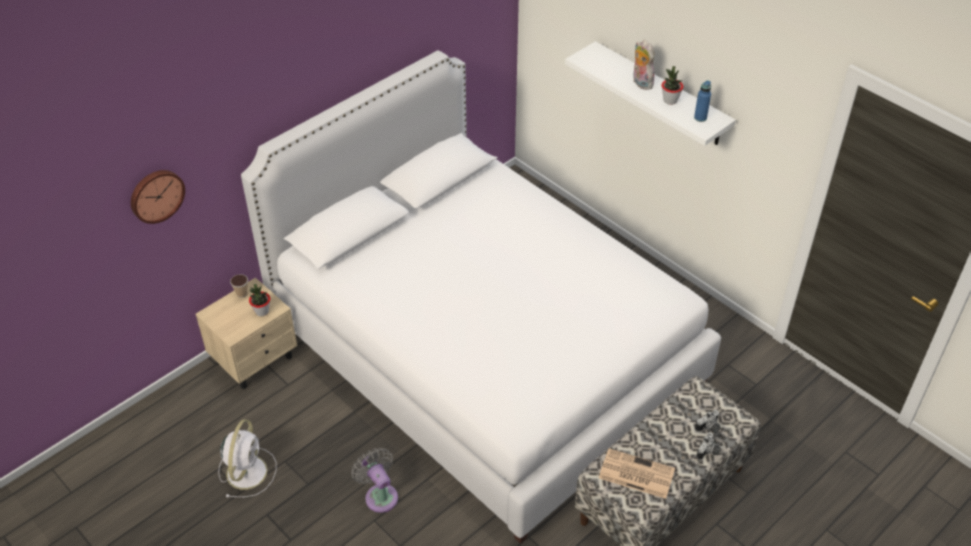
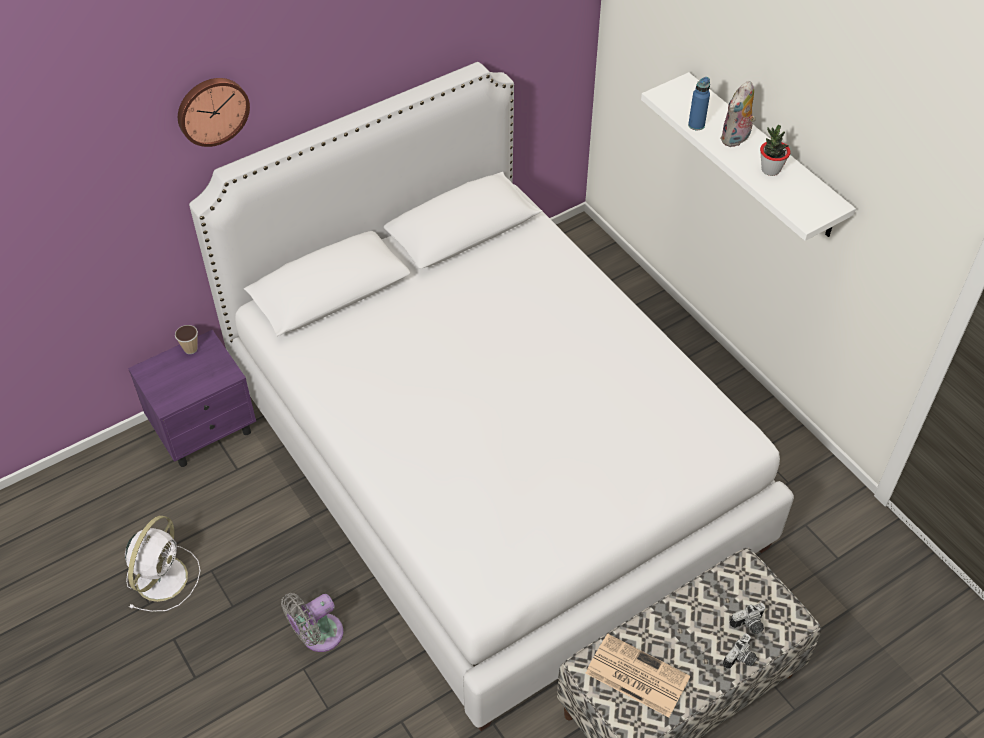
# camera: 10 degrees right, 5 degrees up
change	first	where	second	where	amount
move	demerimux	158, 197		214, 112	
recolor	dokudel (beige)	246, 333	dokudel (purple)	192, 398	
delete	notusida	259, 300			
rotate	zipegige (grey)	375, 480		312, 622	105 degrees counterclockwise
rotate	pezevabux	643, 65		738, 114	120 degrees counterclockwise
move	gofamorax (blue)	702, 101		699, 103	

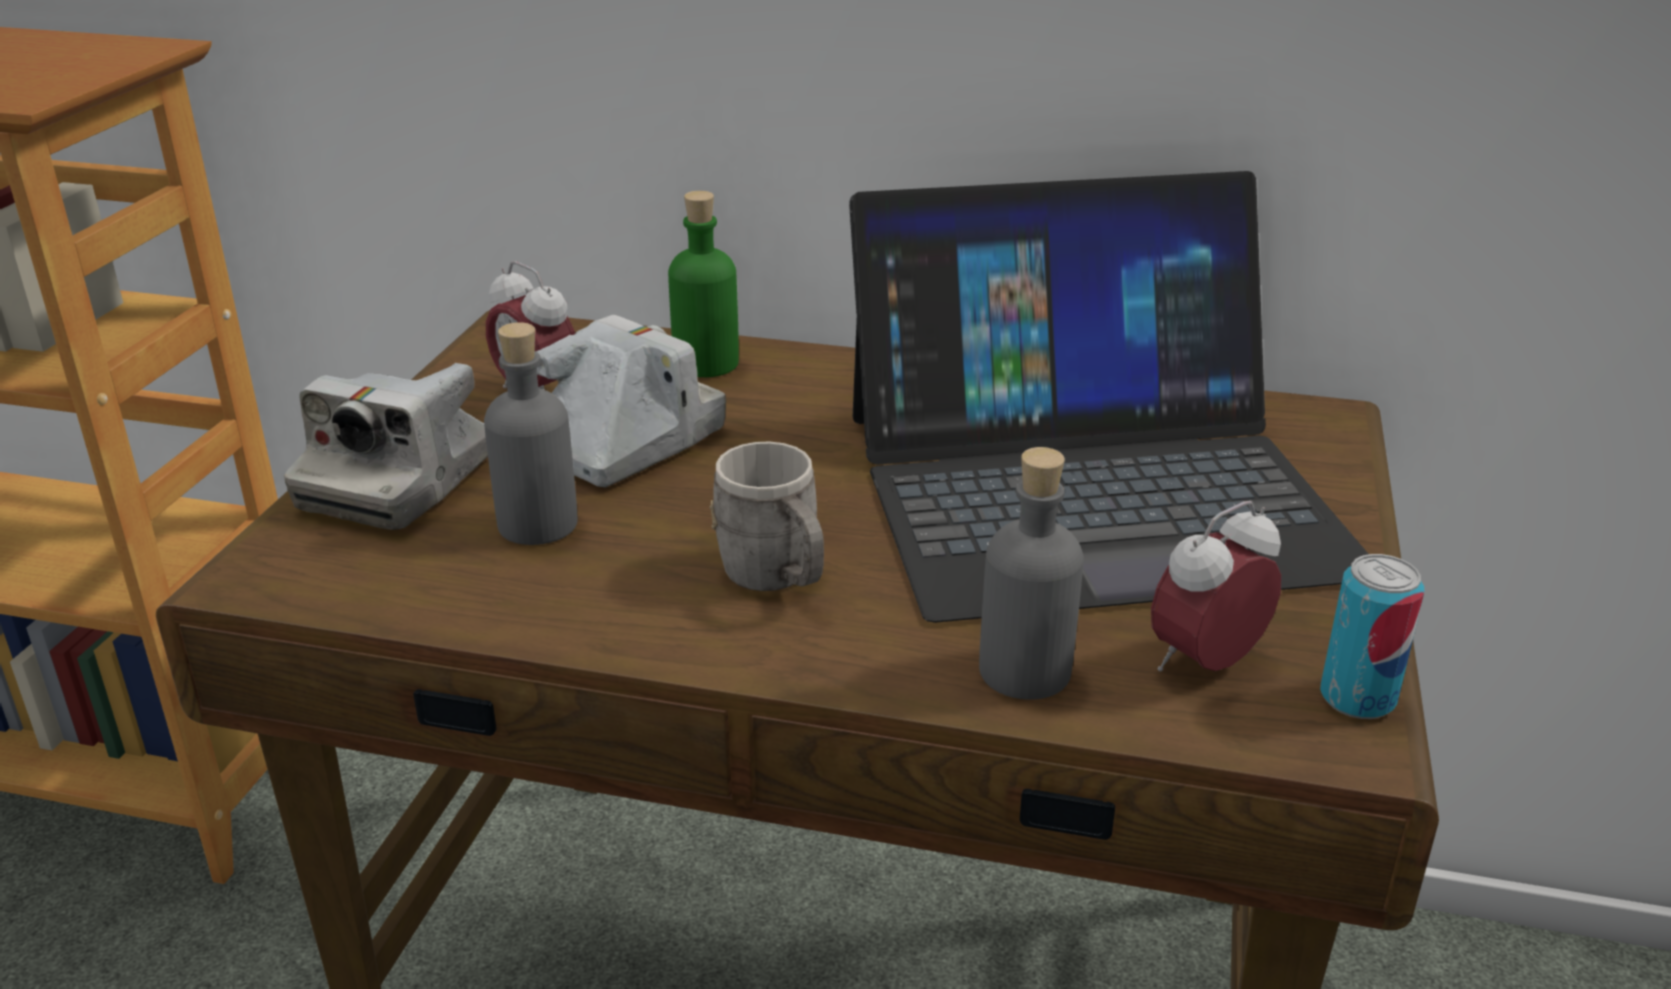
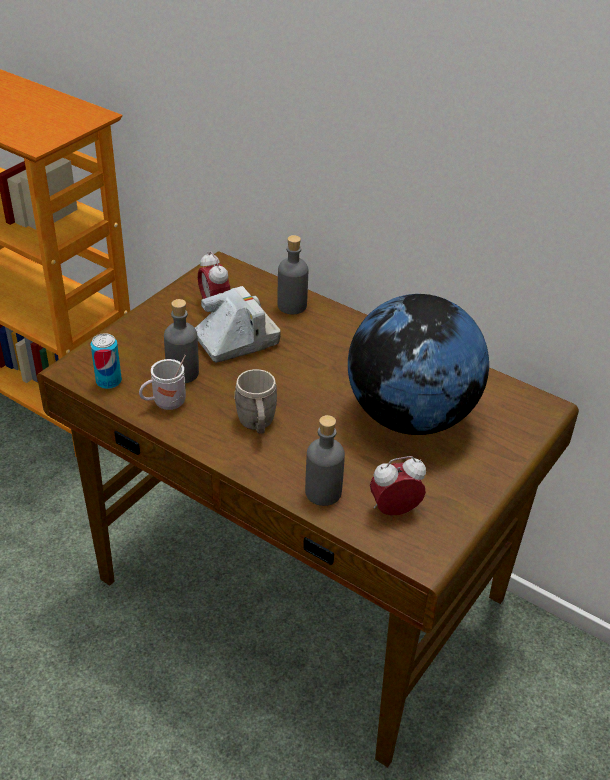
# camera: 20 degrees right, 10 degrees up
change	first	where	second	where	amount
delete	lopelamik	386, 446			
recolor	gofamorax (green)	703, 284	gofamorax (grey)	292, 274	
replace	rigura	1108, 397	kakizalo	418, 364	
move	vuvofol	1372, 636		106, 361	
insert			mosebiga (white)	162, 382	

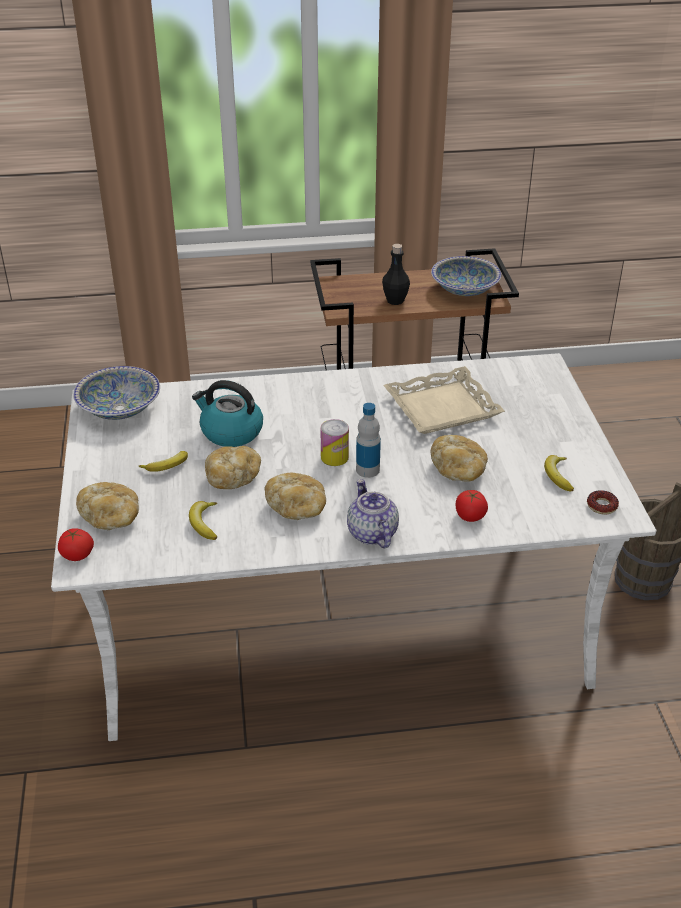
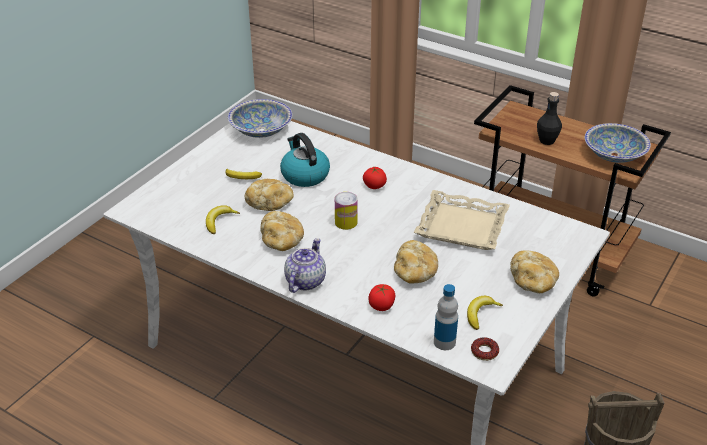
# camera: 40 degrees right, 0 degrees up
change	first	where	second	where	amount
move	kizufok	76, 544		375, 178	
move	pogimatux	107, 506		534, 271	
move	gofamorax	368, 440		446, 317	

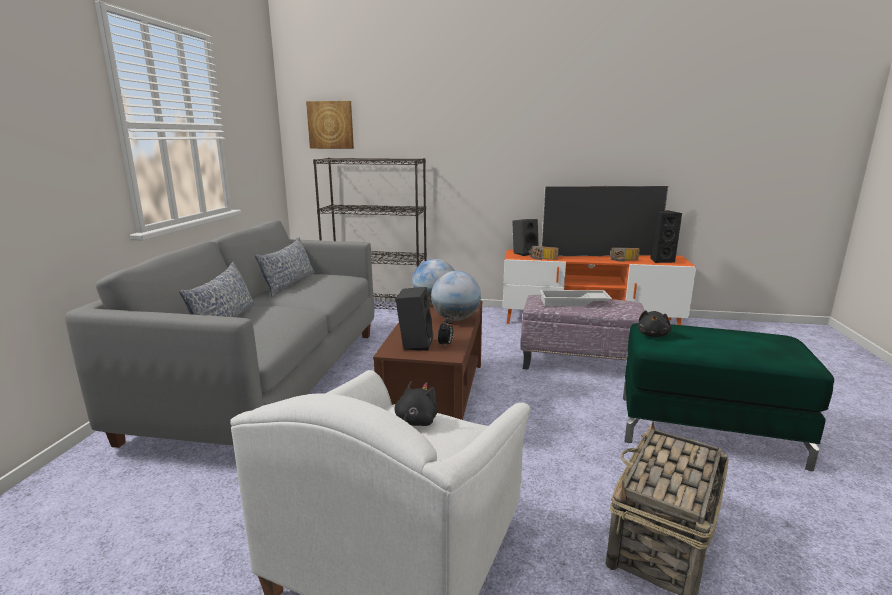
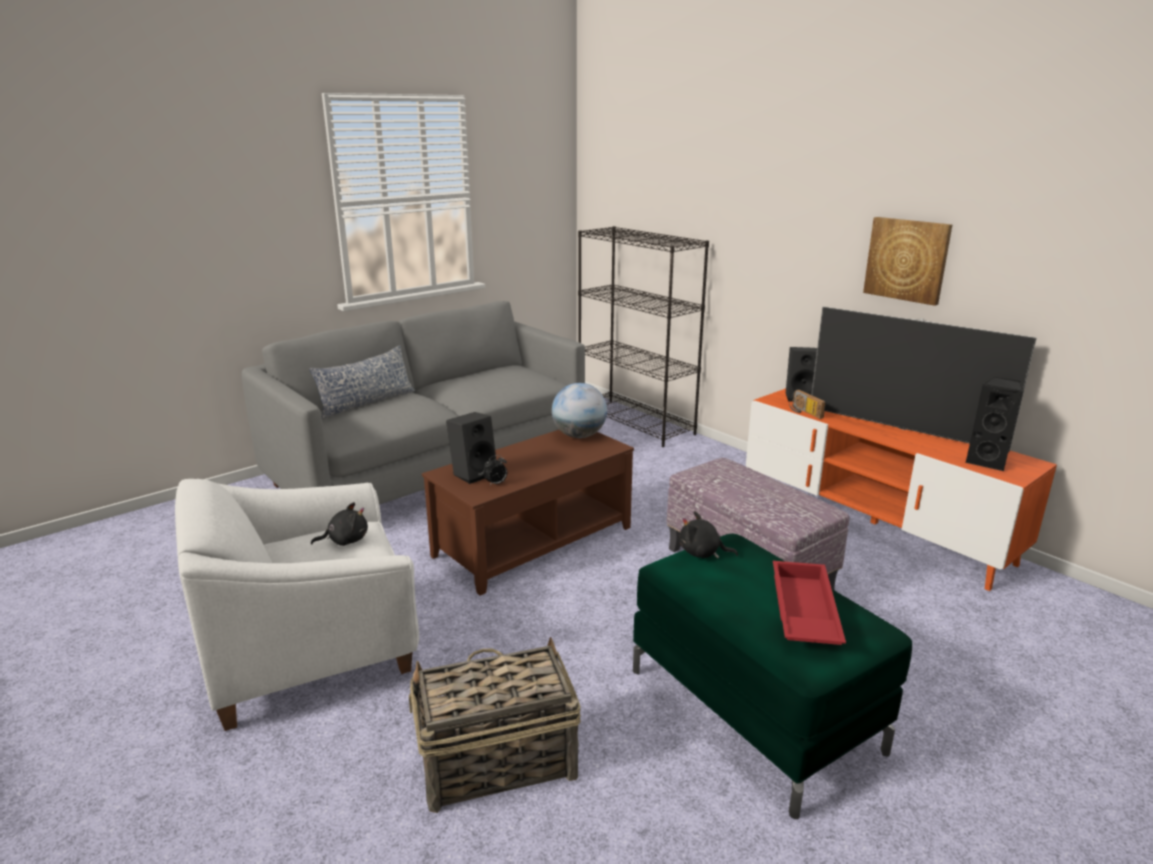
# camera: 40 degrees right, 5 degrees up
change	first	where	second	where	amount
delete	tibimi	285, 267			
move	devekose	330, 125		907, 261	
delete	kakizalo	456, 296			
delete	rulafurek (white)	576, 298			
delete	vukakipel	625, 255			
rotate	pezevabux (black)	654, 323		708, 535	45 degrees clockwise
insert			rulafurek (red)	809, 603	

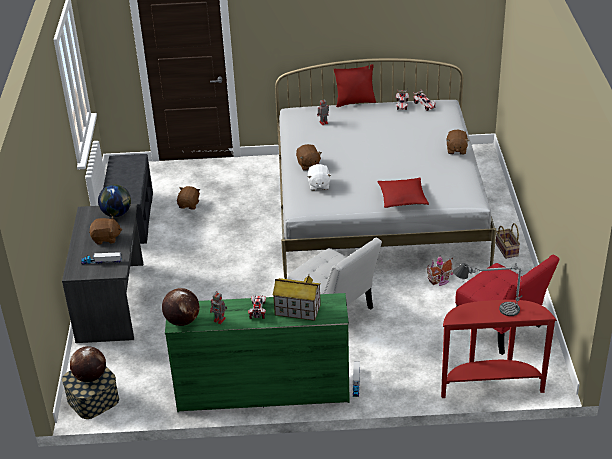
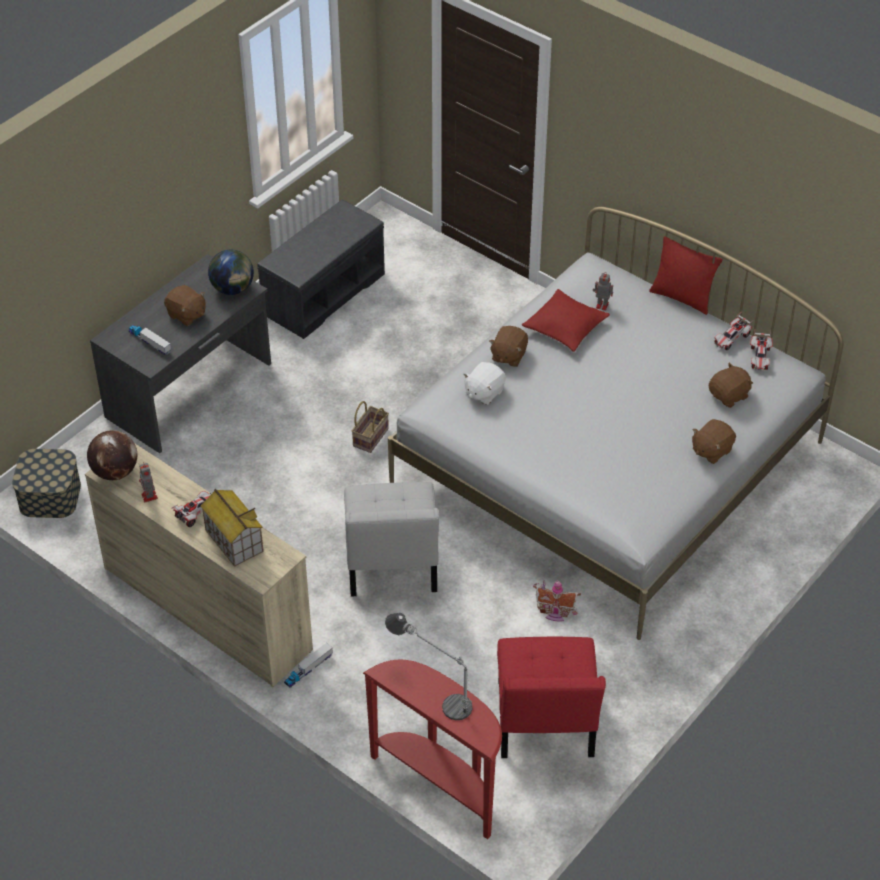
# camera: 40 degrees right, 10 degrees up
change	first	where	second	where	amount
delete	kakizalo	88, 364			
recolor	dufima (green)	257, 352	dufima (beige)	199, 565	
move	pezevabux (brown)	188, 198		731, 385	
move	tibimi (red)	403, 192		566, 320	
move	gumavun	508, 241		370, 427	

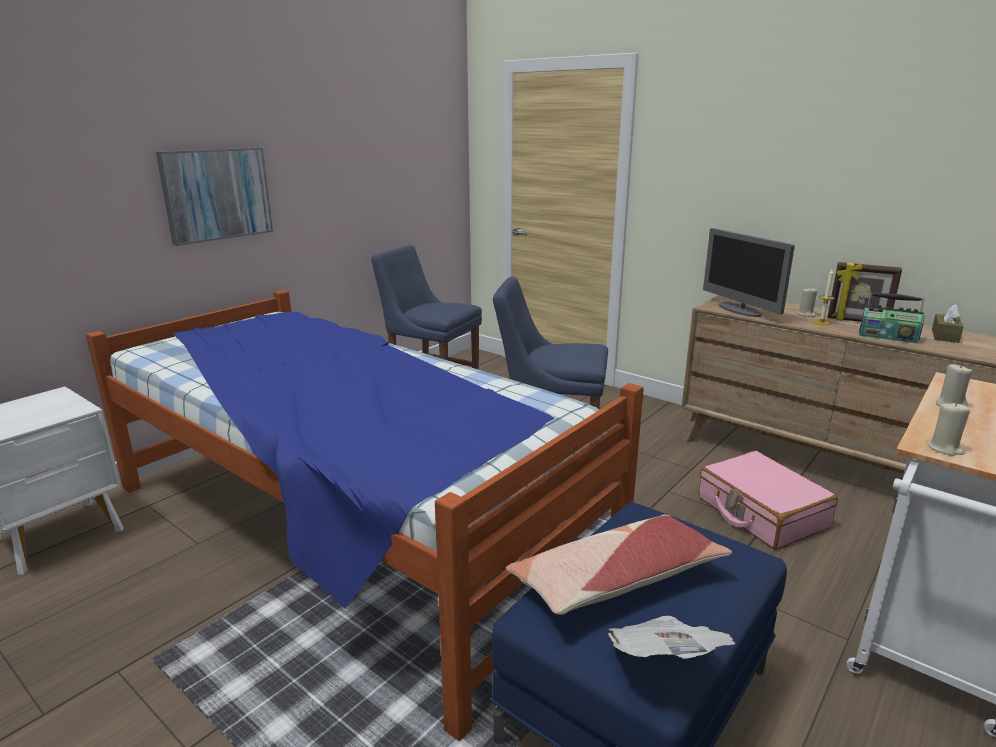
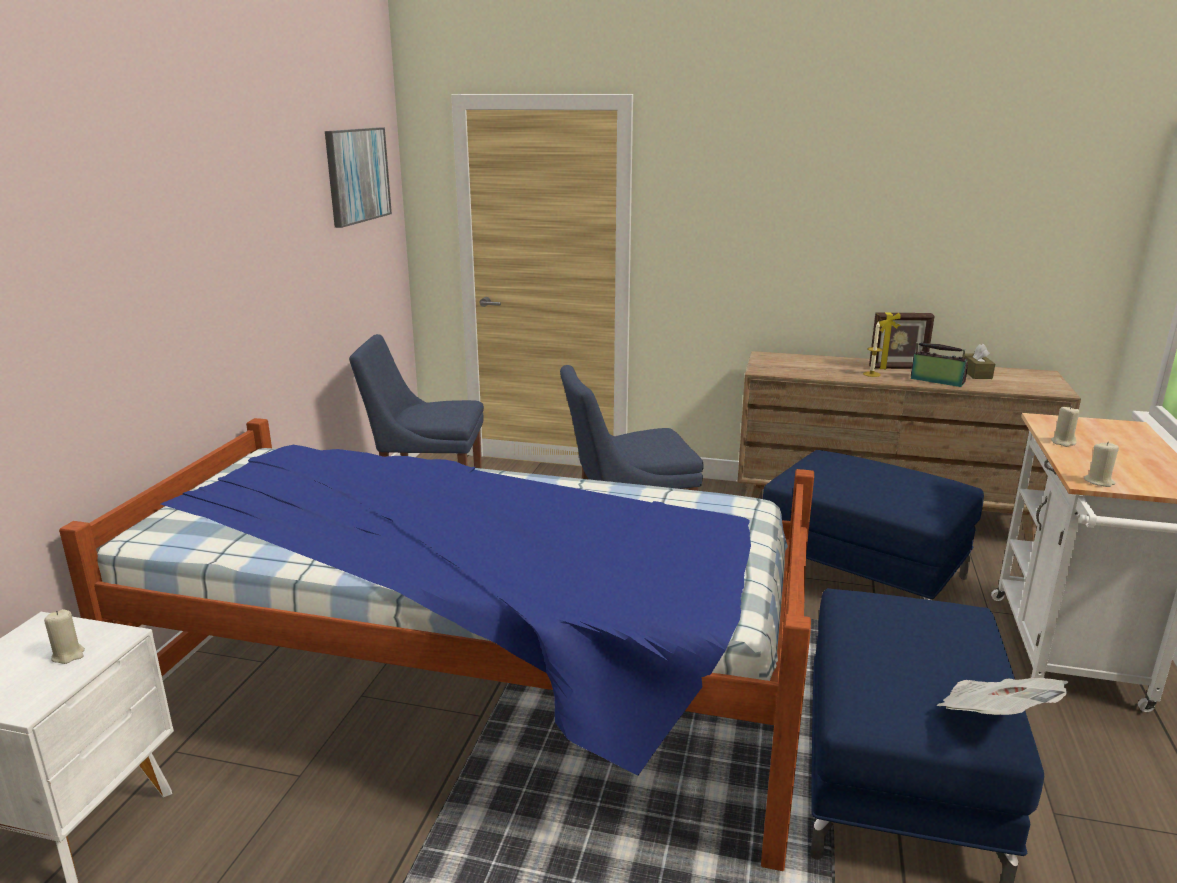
# camera: 25 degrees left, 0 degrees up
change	first	where	second	where	amount
move	devekose	214, 196		358, 177	
delete	tibimi	619, 565			
replace	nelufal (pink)	768, 500	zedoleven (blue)	873, 525	
delete	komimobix	749, 272			
move	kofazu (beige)	807, 302		64, 636	
rotate	vukakipel	892, 318		939, 364	150 degrees counterclockwise

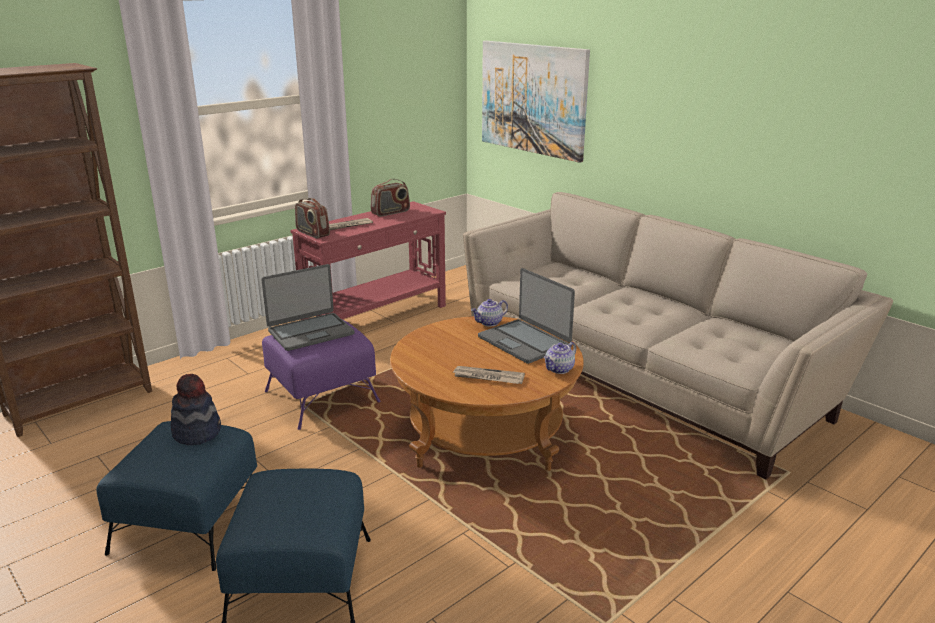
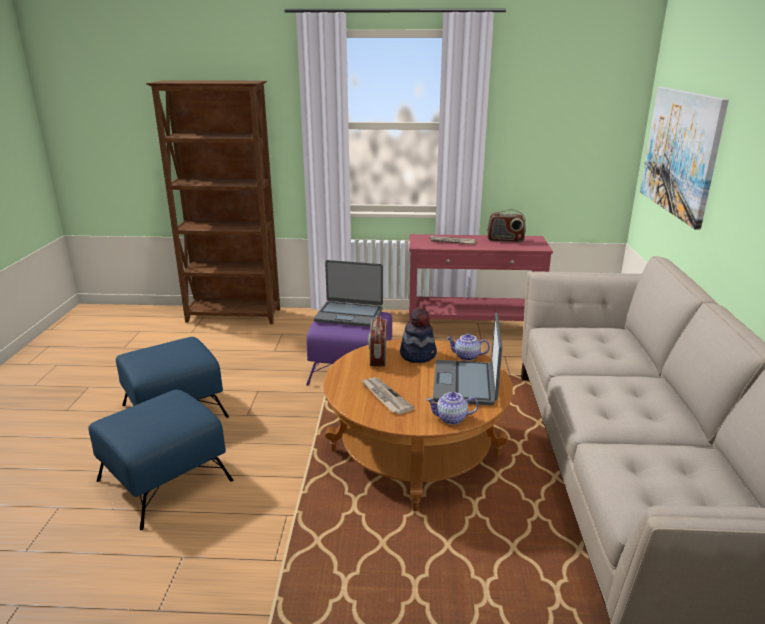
# camera: 45 degrees right, 0 degrees up
change	first	where	second	where	amount
move	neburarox	196, 409		418, 335	
move	vukakipel	312, 218		378, 341	

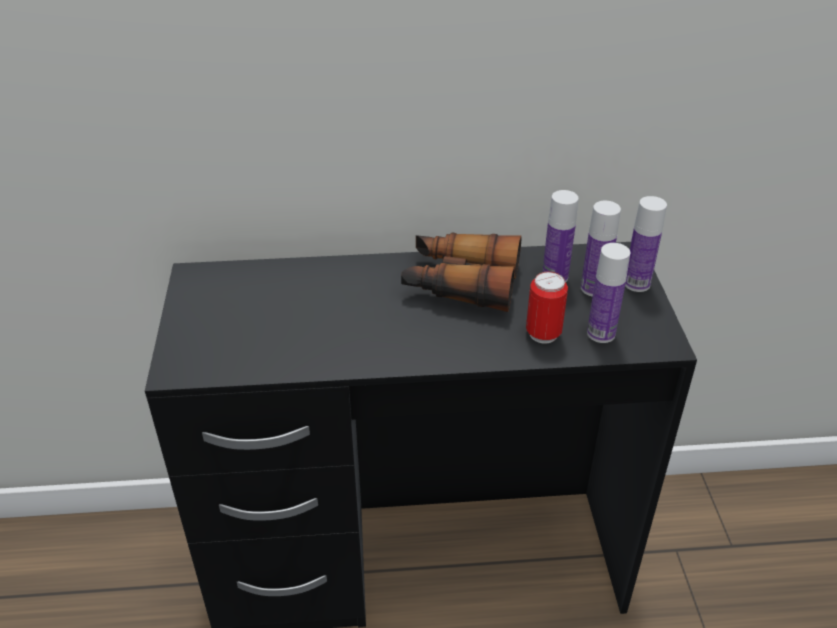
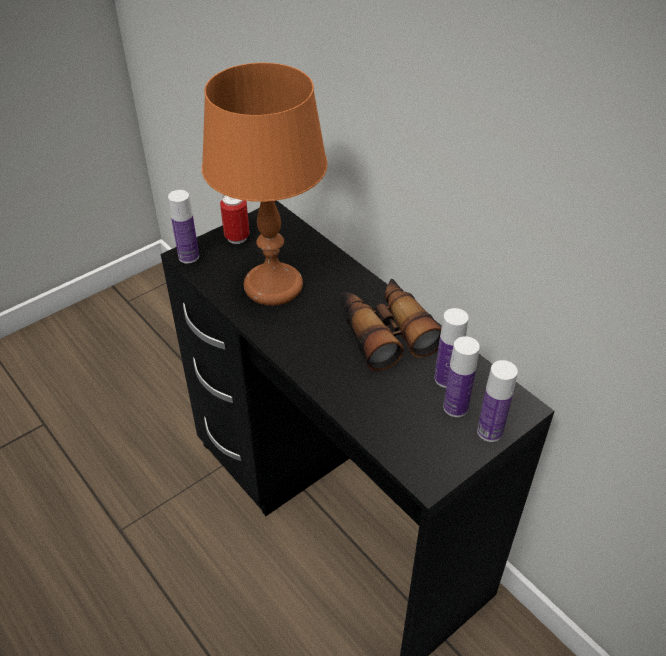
# camera: 55 degrees right, 5 degrees up
change	first	where	second	where	amount
move	vuvofol	547, 307		234, 219	
move	gofamorax	608, 293		183, 227	
insert			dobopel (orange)	265, 184	

